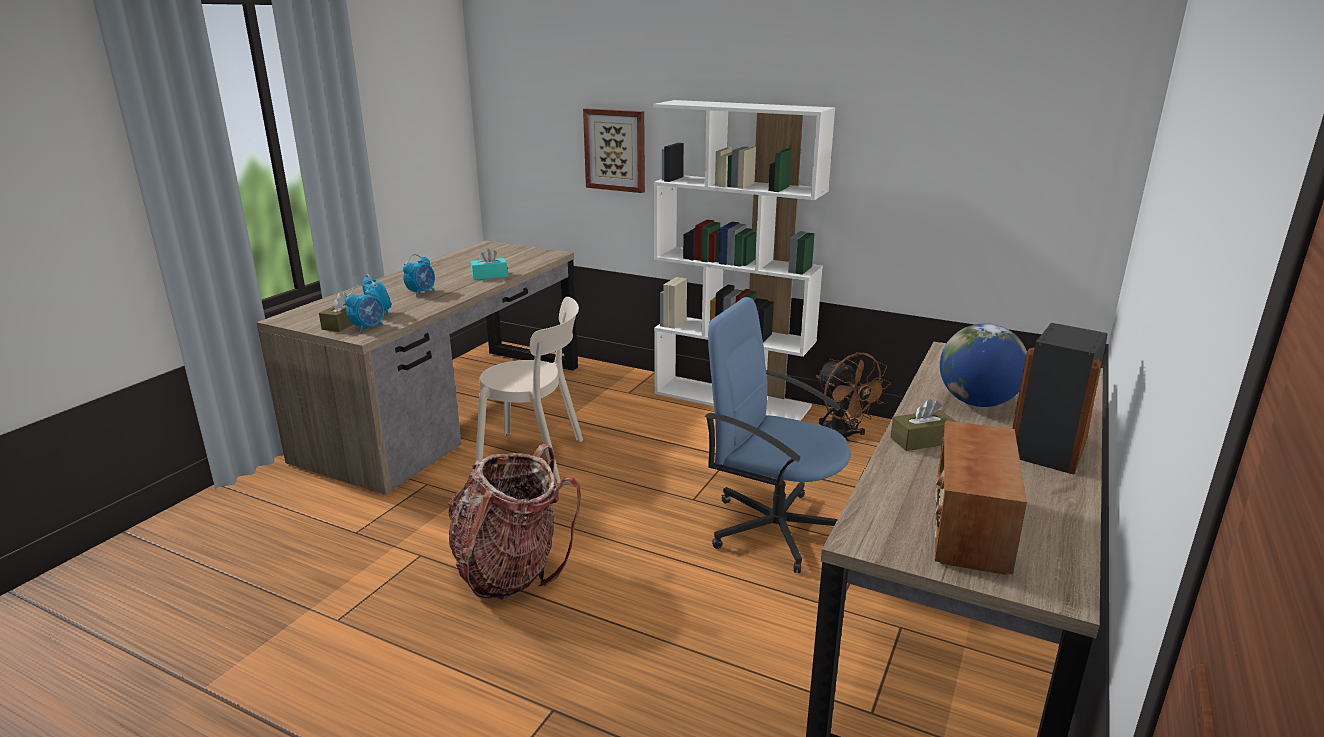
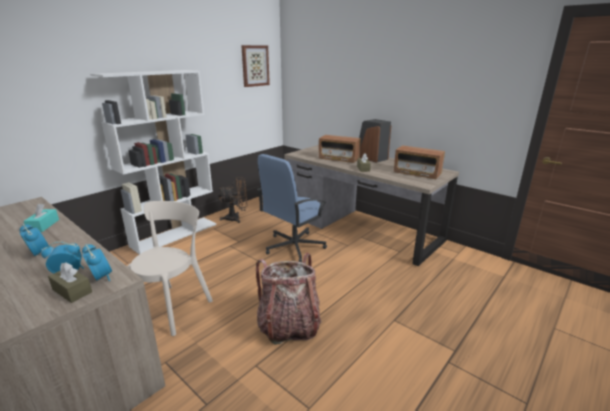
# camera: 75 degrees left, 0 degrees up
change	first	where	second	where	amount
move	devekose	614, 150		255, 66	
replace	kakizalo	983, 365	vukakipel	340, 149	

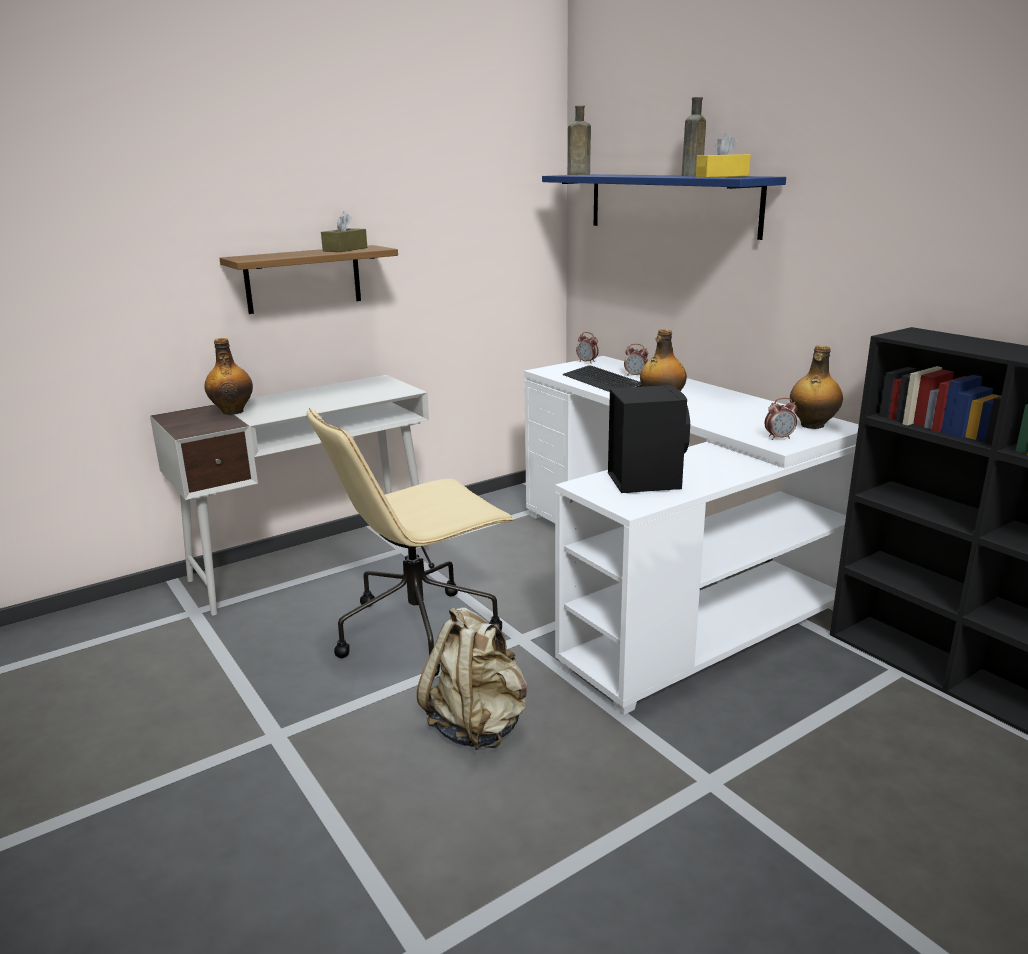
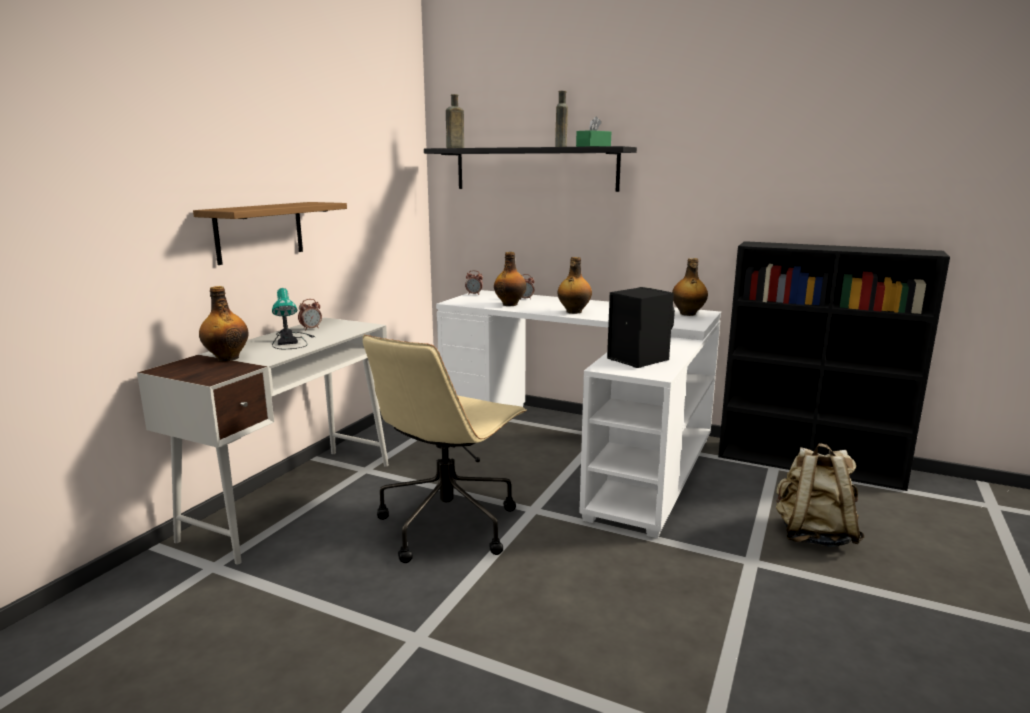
# camera: 30 degrees left, 5 degrees down
change	first	where	second	where	amount
delete	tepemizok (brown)	344, 231			
move	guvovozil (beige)	472, 678		820, 495	
recolor	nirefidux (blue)	664, 207	nirefidux (black)	530, 169	
replace	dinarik	602, 378	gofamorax	510, 279	
recolor	tepemizok (yellow)	723, 155	tepemizok (green)	593, 131	
move	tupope	781, 419		310, 314	
insert			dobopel	293, 318	

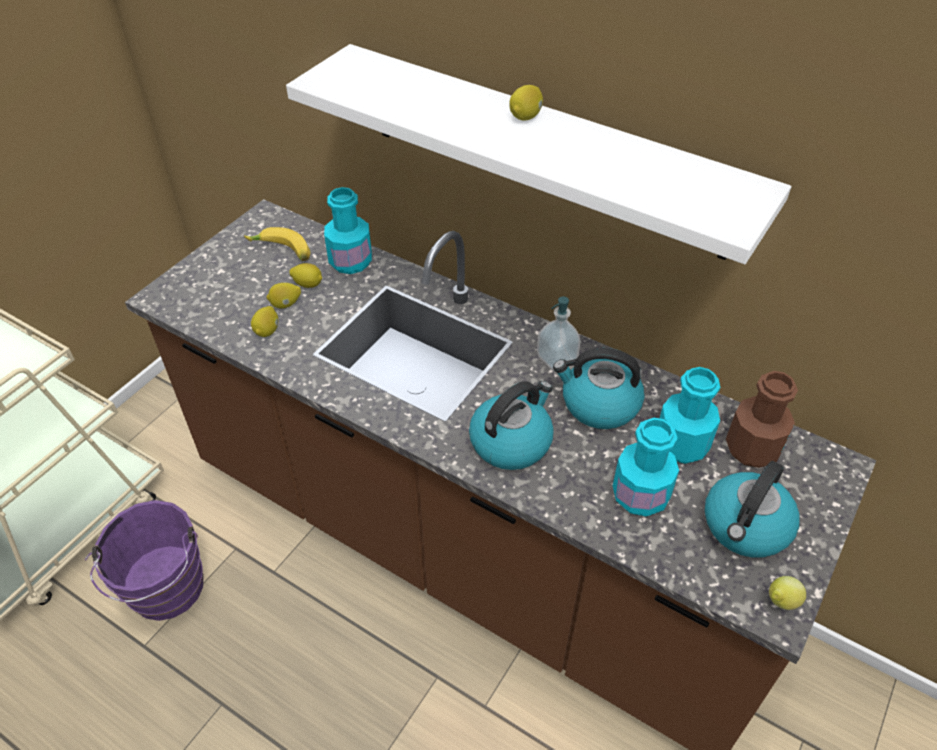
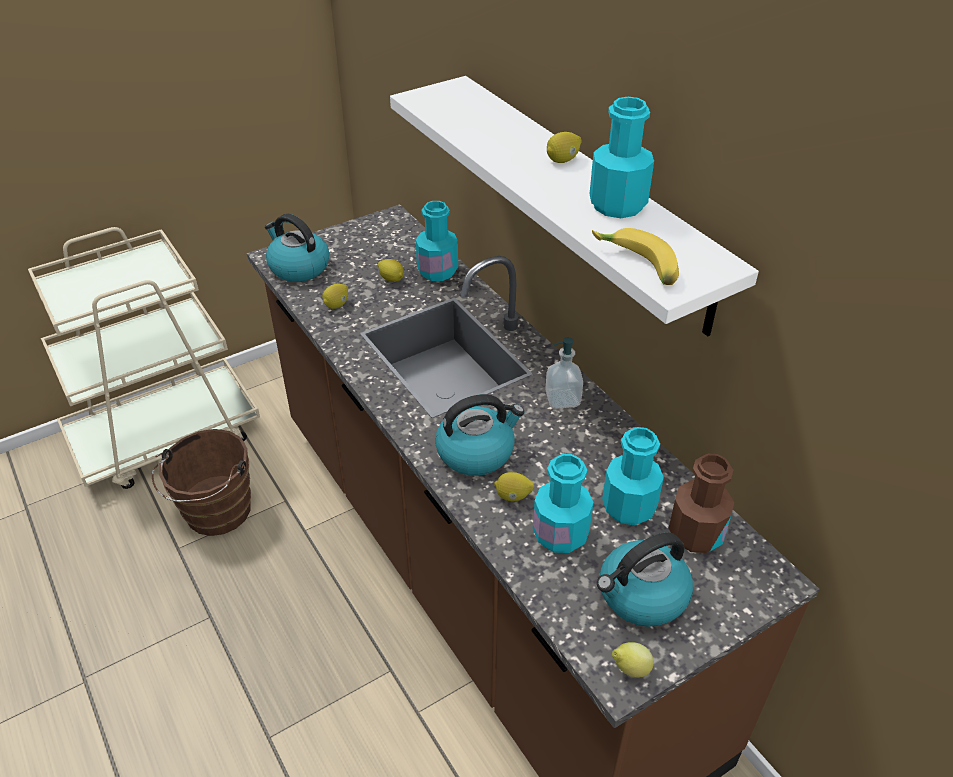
# camera: 25 degrees right, 5 degrees down
change	first	where	second	where	amount
recolor	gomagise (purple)	144, 560	gomagise (brown)	201, 482	
move	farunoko	277, 244		635, 256	
move	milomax	283, 296		514, 486	
move	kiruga	599, 388		297, 248	
insert			gofamorax (turquoise)	622, 157	

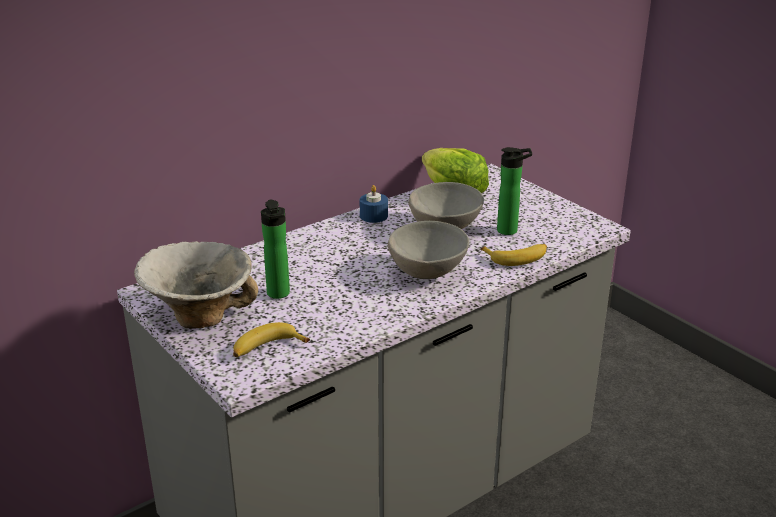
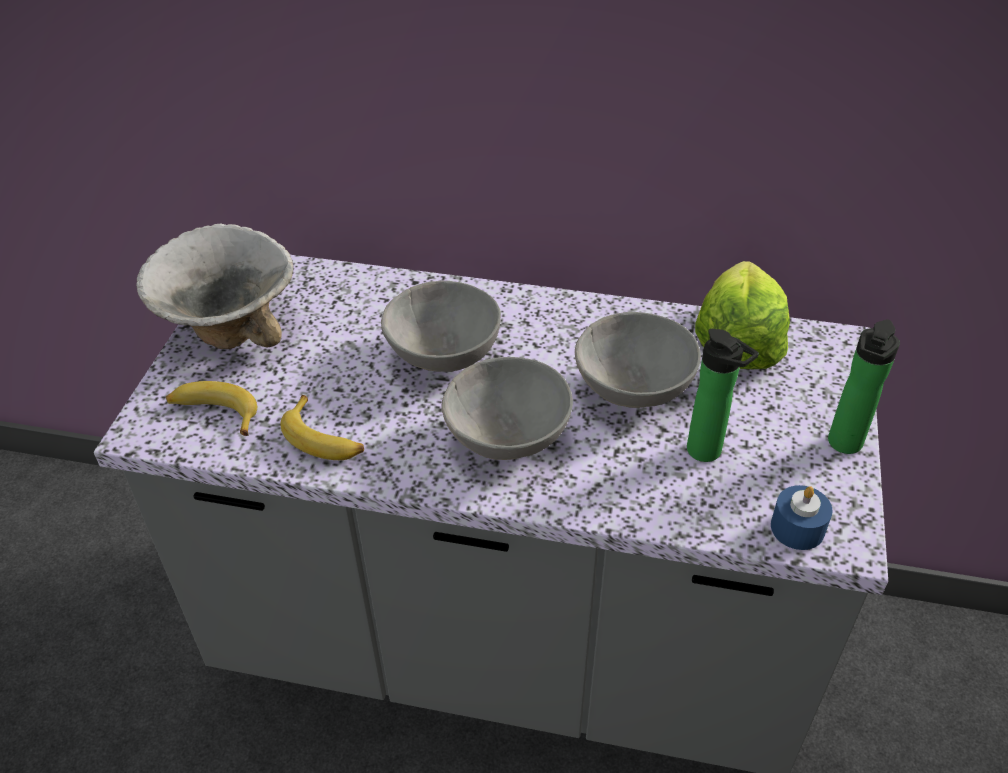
# camera: 50 degrees right, 15 degrees up
change	first	where	second	where	amount
move	gofamorax	275, 249		864, 387	
move	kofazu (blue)	374, 204		802, 517	
move	farunoko	514, 255		322, 427	
insert			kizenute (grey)	441, 326	

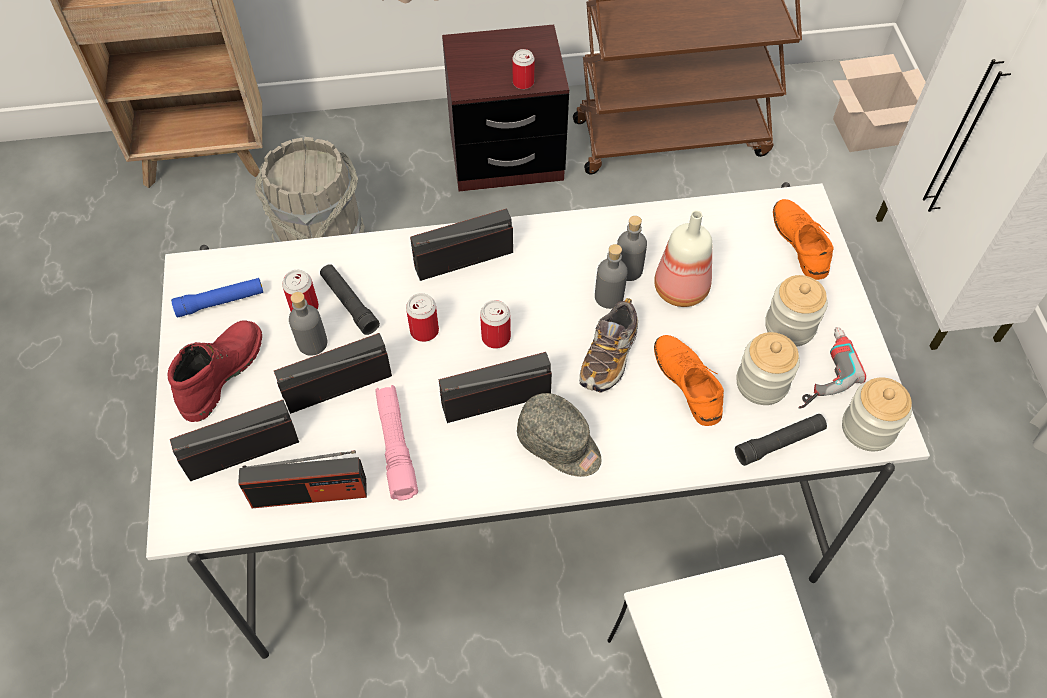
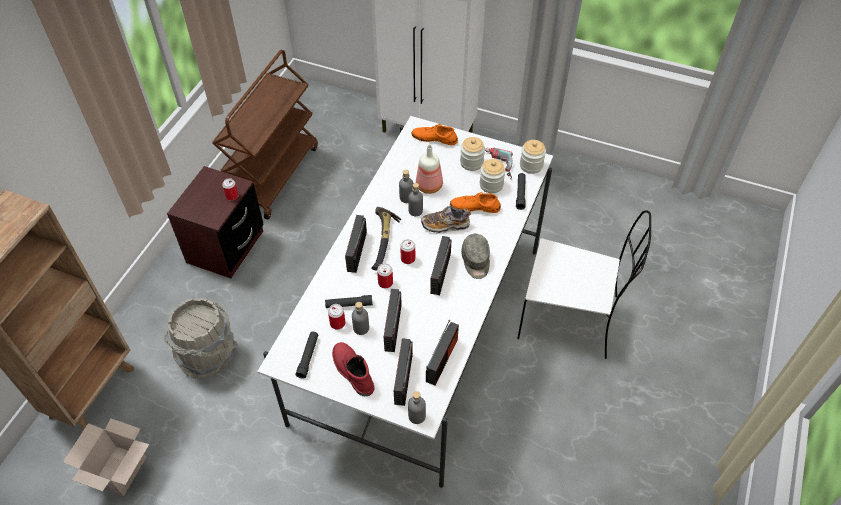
# camera: 60 degrees left, 5 degrees down
change	first	where	second	where	amount
recolor	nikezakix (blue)	217, 298	nikezakix (black)	306, 355	
delete	nikezakix (pink)	396, 443			
rotate	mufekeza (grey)	559, 435		475, 256	105 degrees clockwise
rotate	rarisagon	608, 345		446, 220	120 degrees clockwise
move	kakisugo	879, 103		106, 457	
insert			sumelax	386, 239	
insert			gofamorax (grey)	417, 407	

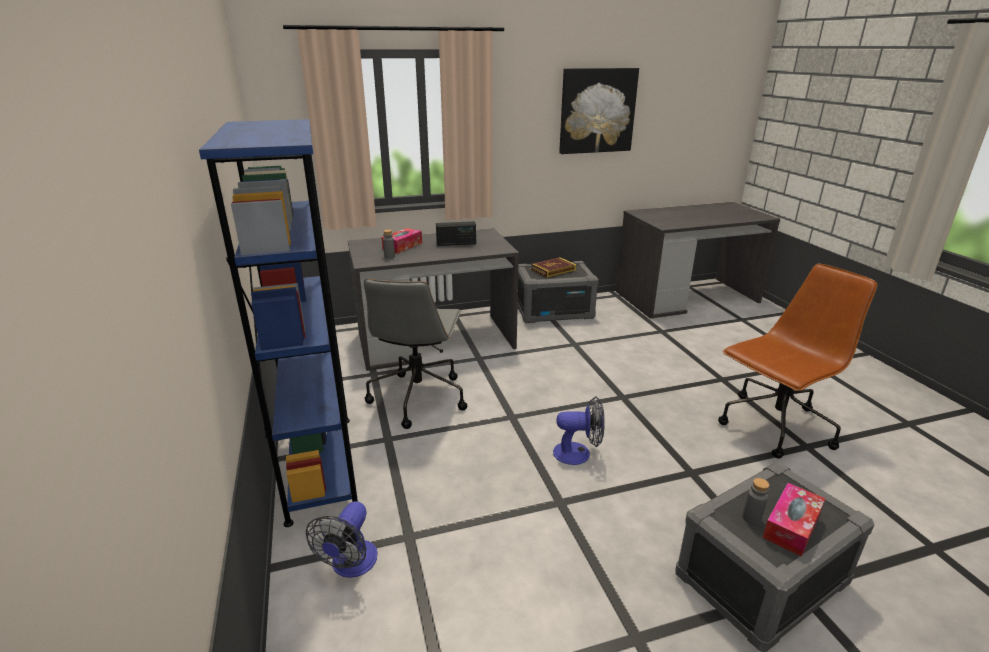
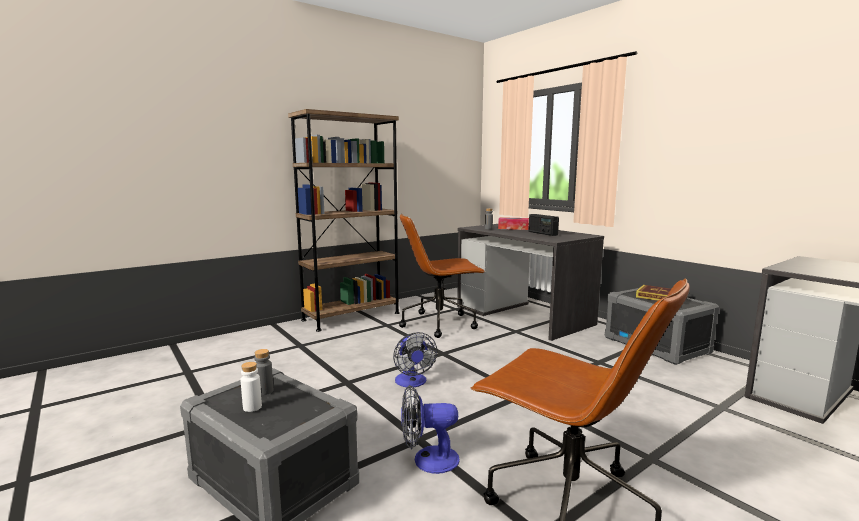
# camera: 70 degrees right, 15 degrees down
change	first	where	second	where	amount
recolor	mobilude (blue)	278, 323	mobilude (brown)	344, 220	
move	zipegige	342, 539		430, 429	
recolor	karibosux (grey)	415, 354	karibosux (brown)	442, 276	
delete	devekose	599, 111			
replace	tepemizok	794, 520	gofamorax (white)	251, 387	

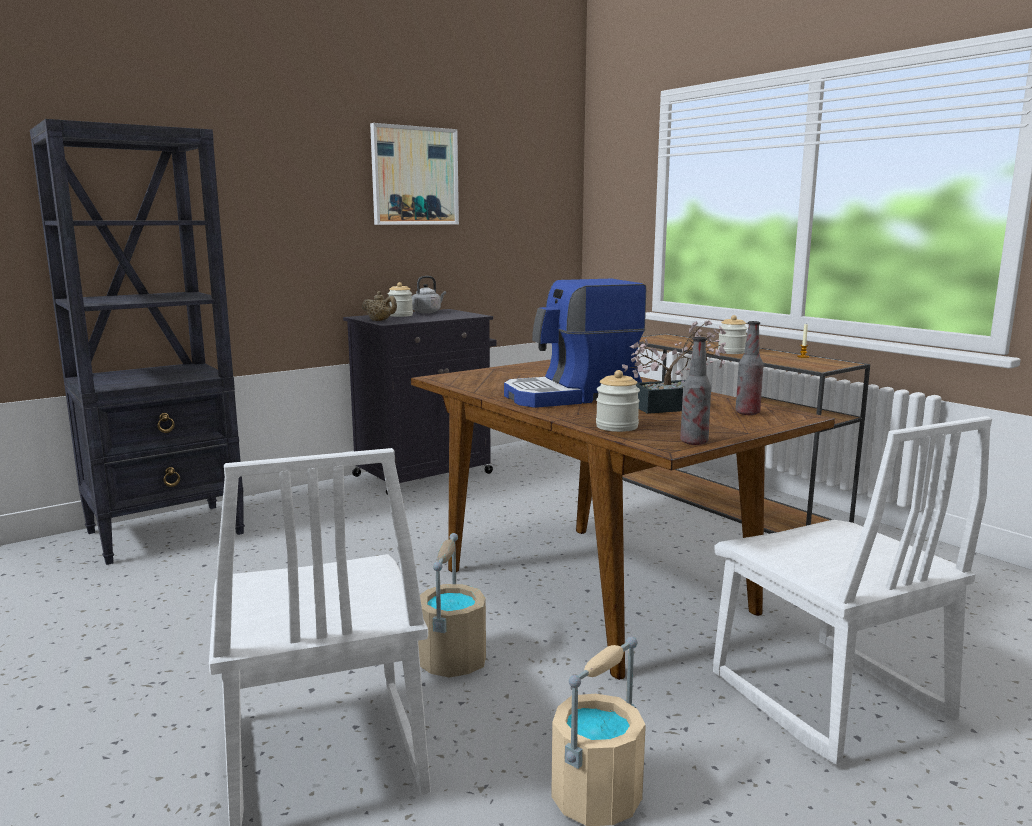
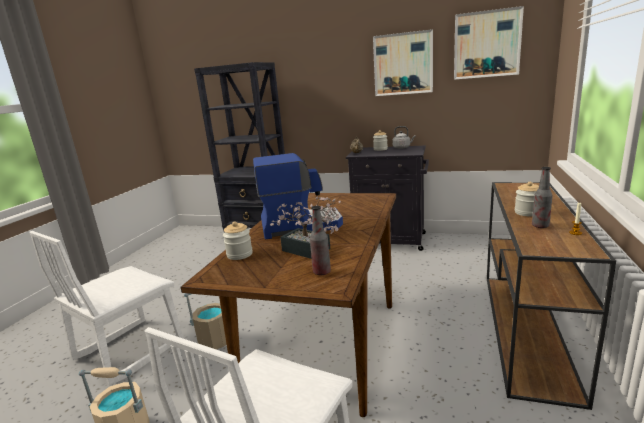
# camera: 55 degrees right, 5 degrees up
change	first	where	second	where	amount
rotate	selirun	575, 343		298, 196	135 degrees clockwise
move	gofamorax	695, 391		542, 197	
insert			devekose	489, 43	

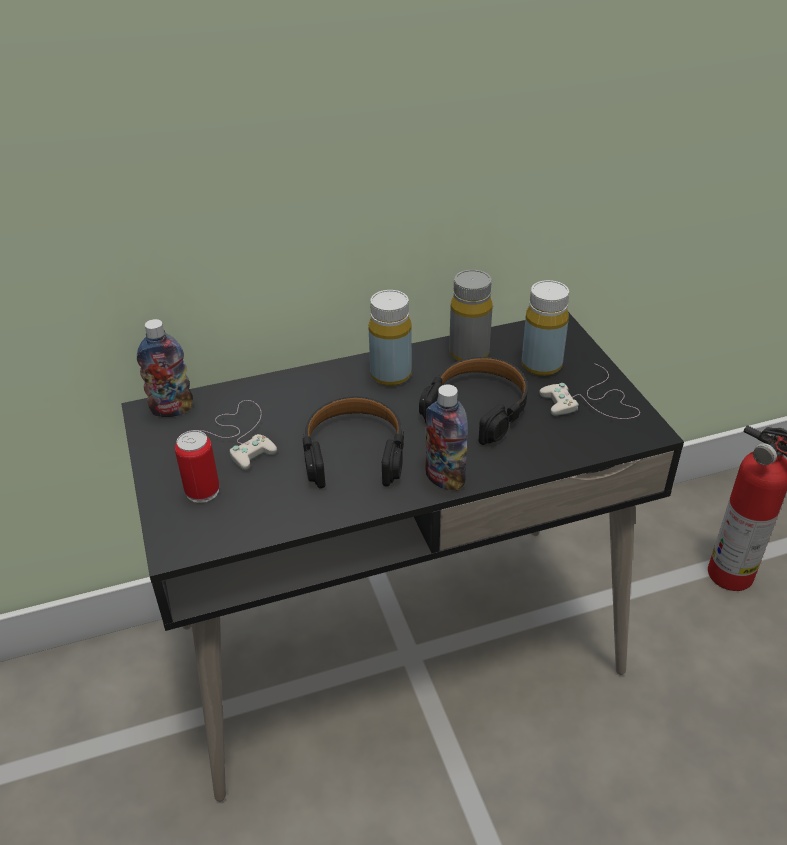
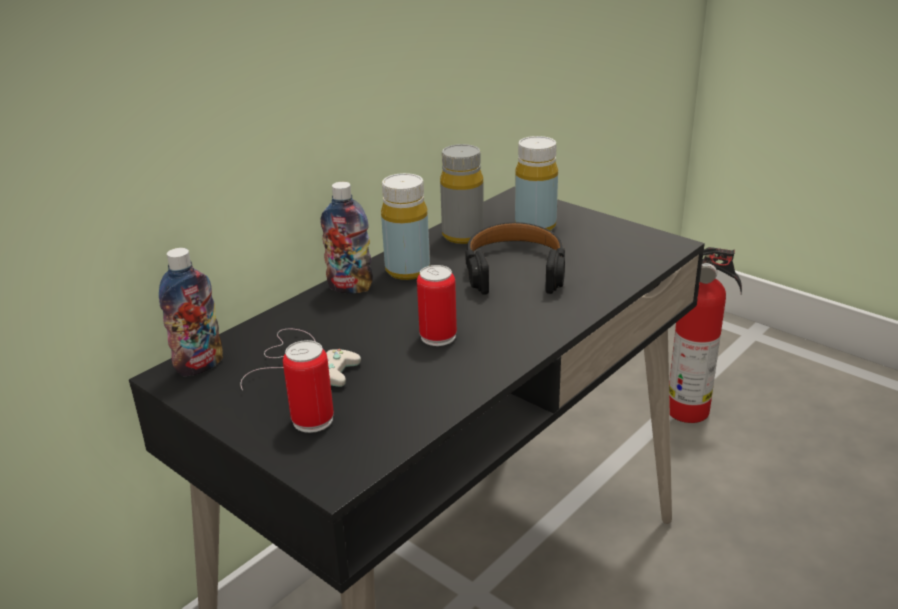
# camera: 30 degrees left, 10 degrees down
change	first	where	second	where	amount
replace	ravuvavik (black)	353, 442	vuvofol	437, 305	
move	gofamorax	446, 438		347, 238	
delete	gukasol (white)	589, 391			

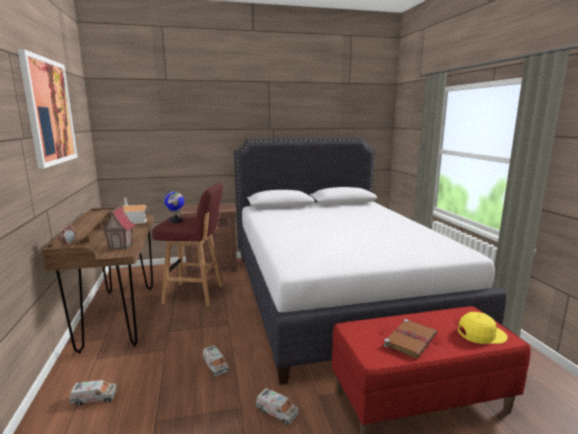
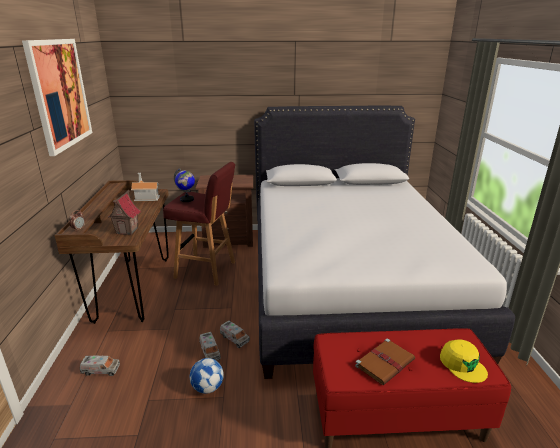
# camera: 10 degrees right, 10 degrees up
change	first	where	second	where	amount
move	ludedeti	277, 406		235, 334	
rotate	mufekeza (yellow)	483, 328		464, 361	60 degrees clockwise
insert			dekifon	207, 376	

